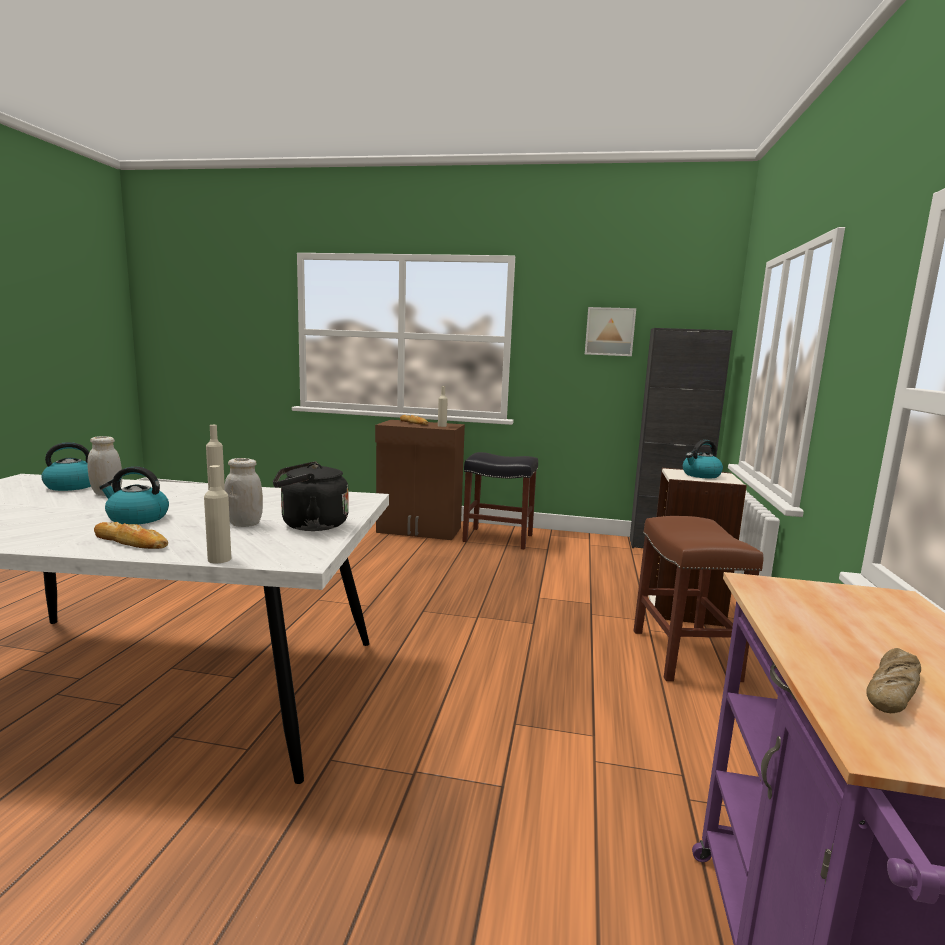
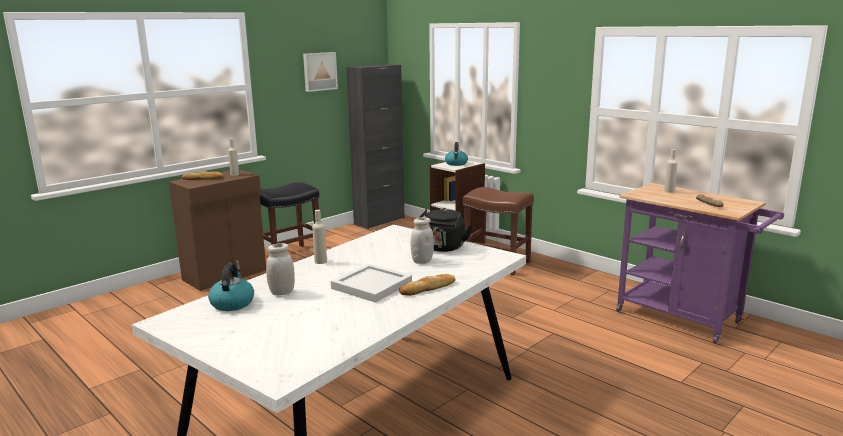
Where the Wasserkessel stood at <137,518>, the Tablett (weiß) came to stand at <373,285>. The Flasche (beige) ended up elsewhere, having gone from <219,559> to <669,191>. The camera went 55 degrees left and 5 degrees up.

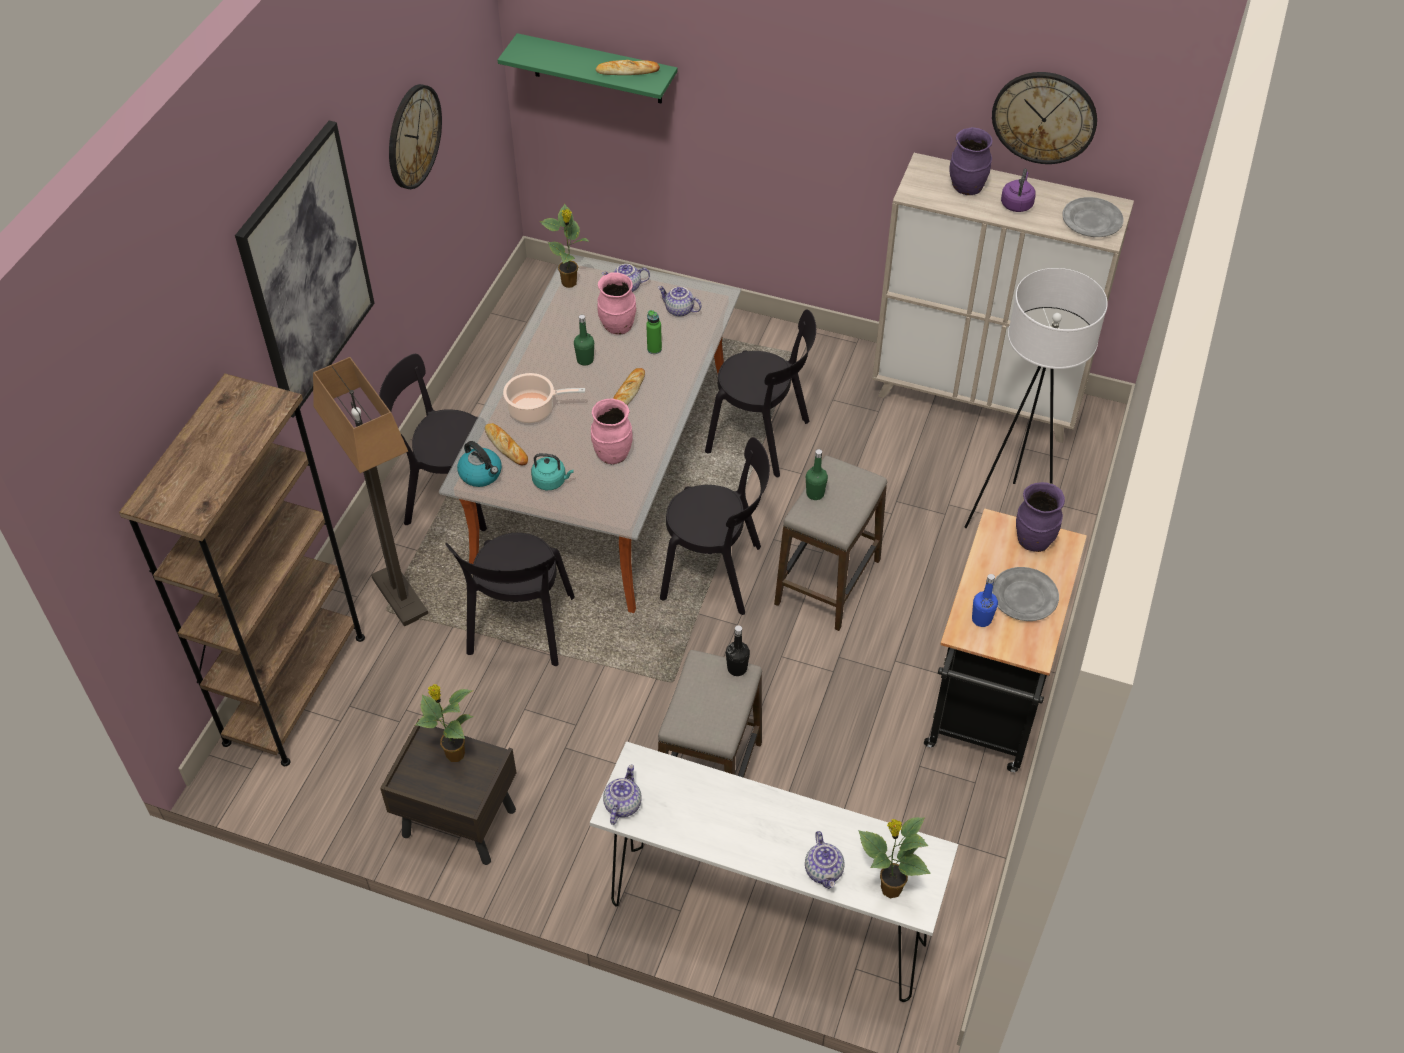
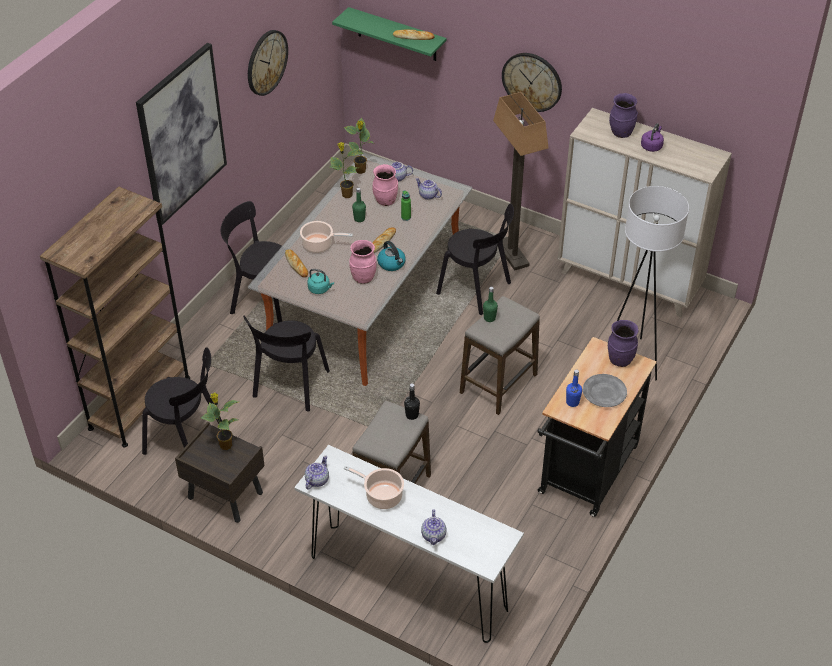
The Stuhl (schwarz) ended up elsewhere, having gone from <716,574> to <187,441>. The Topfpflanze ended up elsewhere, having gone from <889,888> to <346,195>. The second view gained the Kochtopf at <381,496>. The Wasserkessel ended up elsewhere, having gone from <481,474> to <392,264>. The Stehlampe ended up elsewhere, having gone from <399,596> to <511,254>. The Wanduhr ended up elsewhere, having gone from <1044,117> to <532,81>. The second view lost the Teller (grau) at <1092,220>. The camera went 10 degrees right and 5 degrees down.

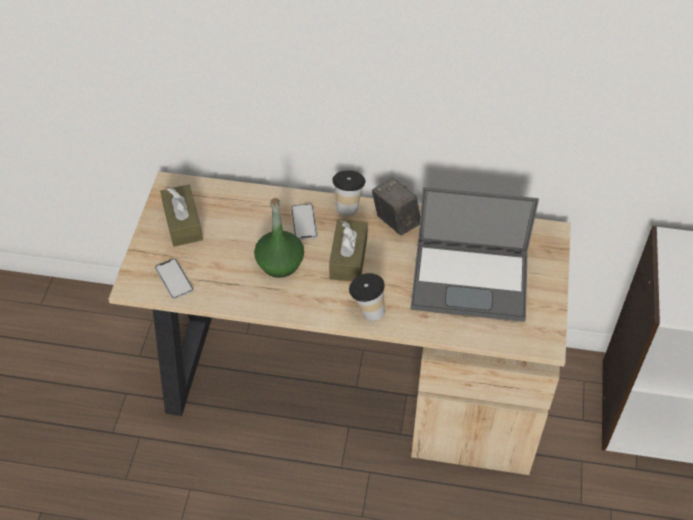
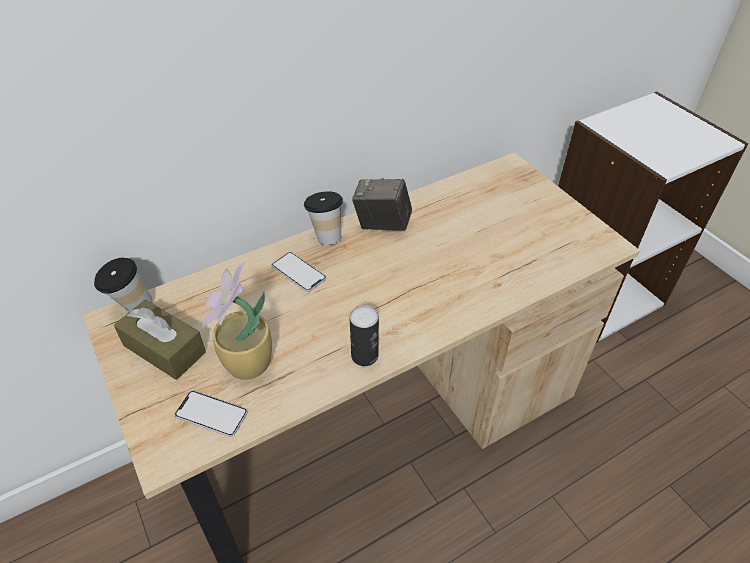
The Tasse ended up elsewhere, having gone from <367,311> to <131,307>. The second view gained the Topfpflanze at <247,365>. The second view gained the Dose at <364,355>. The second view lost the Flasche (grün) at <279,263>. The second view lost the Taschentuchbox (braun) at <348,258>. The second view lost the Laptop at <471,280>. The camera went 40 degrees left and 5 degrees down.

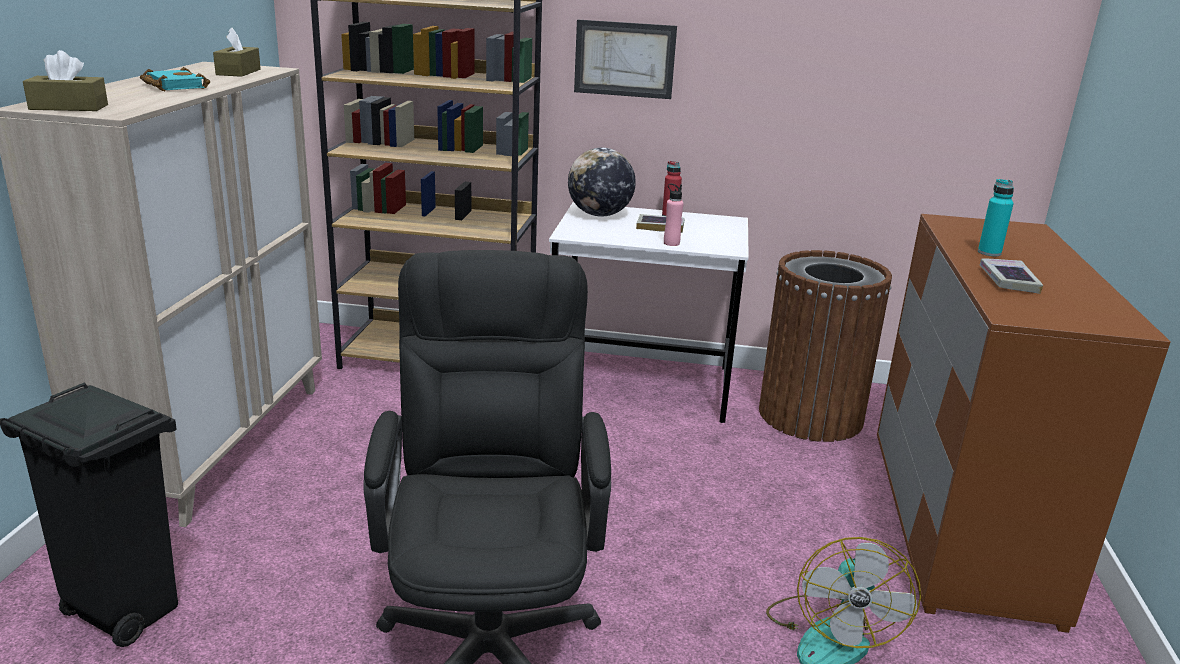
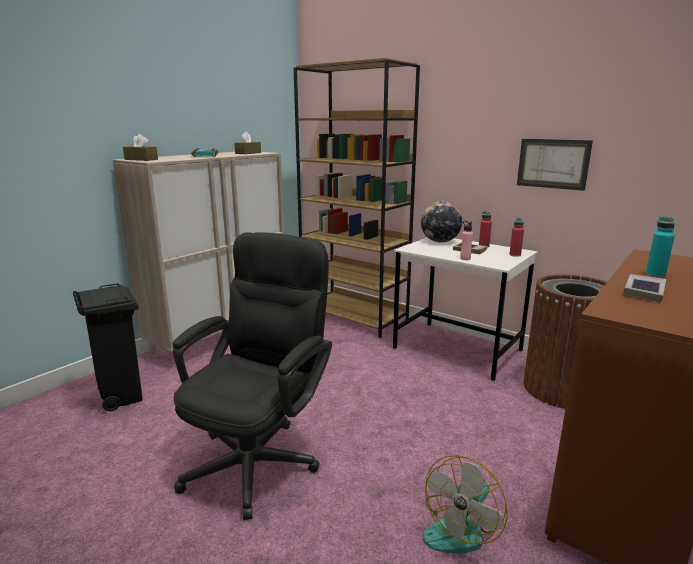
The second view gained the Flasche (rot) at <515,255>. The Bild ended up elsewhere, having gone from <624,59> to <553,163>. The camera went 30 degrees right and 5 degrees down.

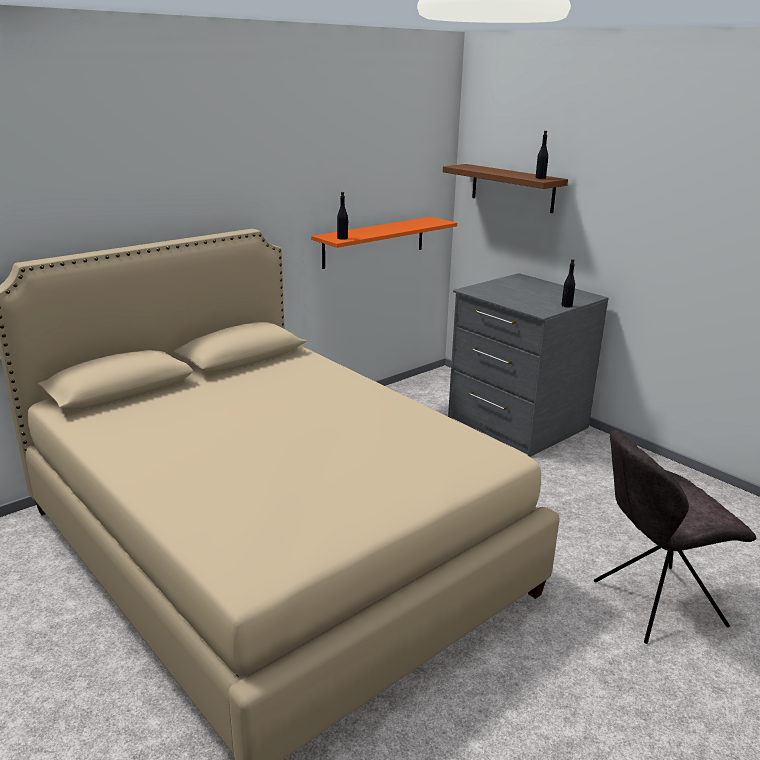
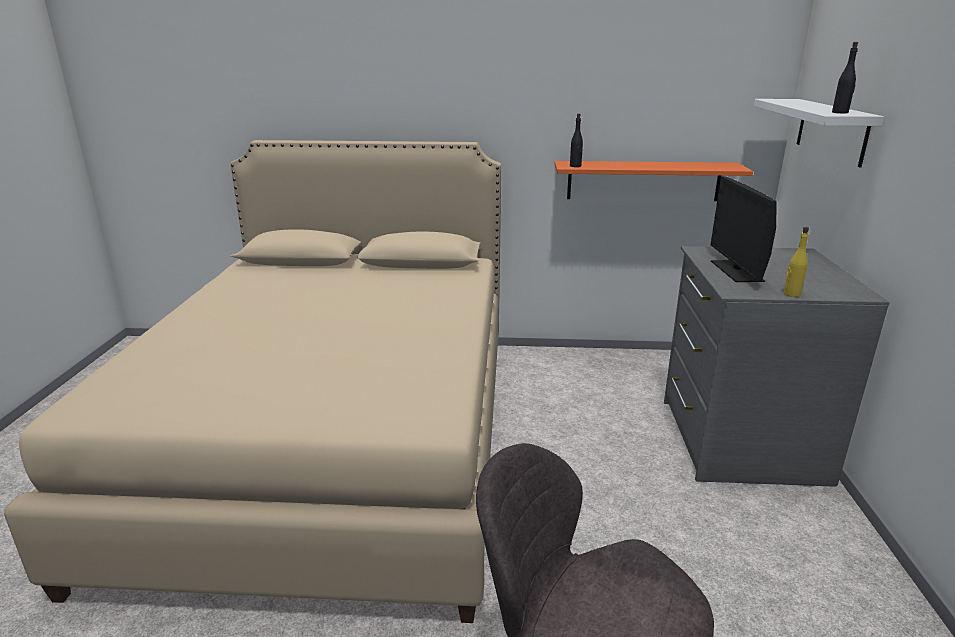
The second view gained the Monitor at <736,271>. What was the Wandregal (braun) at <512,188> turned into the Wandregal (weiß) at <831,130>. What was the Flasche (schwarz) at <566,306> turned into the Flasche (gelb) at <791,294>. The camera went 45 degrees right and 0 degrees up.

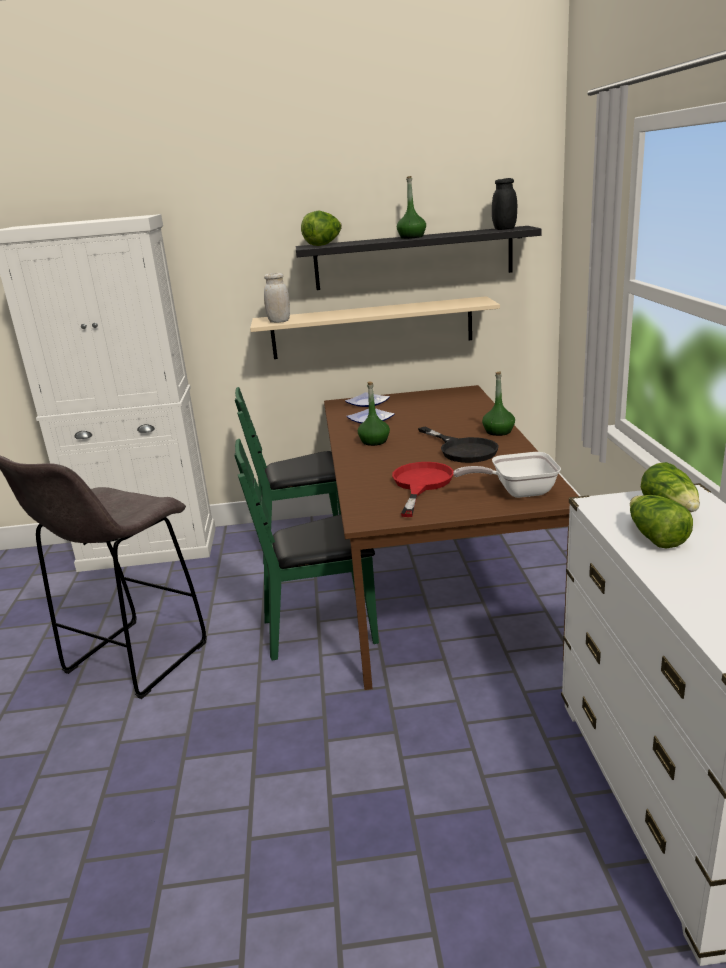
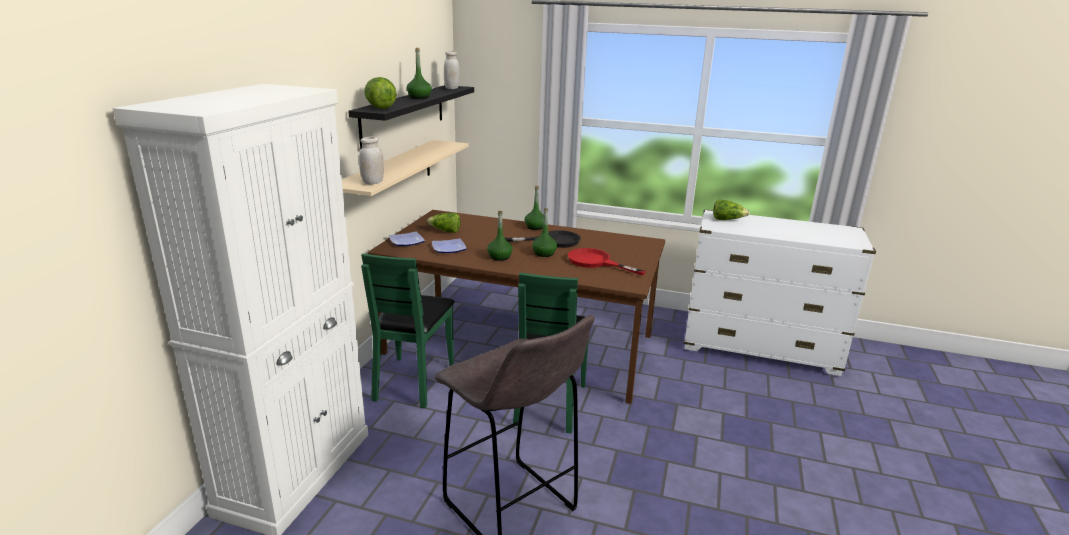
The Salatkopf ended up elsewhere, having gone from <655,537> to <445,231>. What was the Vorratsglas (schwarz) at <504,229> turned into the Vorratsglas (weiß) at <452,88>. The second view gained the Flasche (grün) at <544,253>. The second view lost the Pfanne at <517,492>. The camera went 70 degrees left and 0 degrees up.

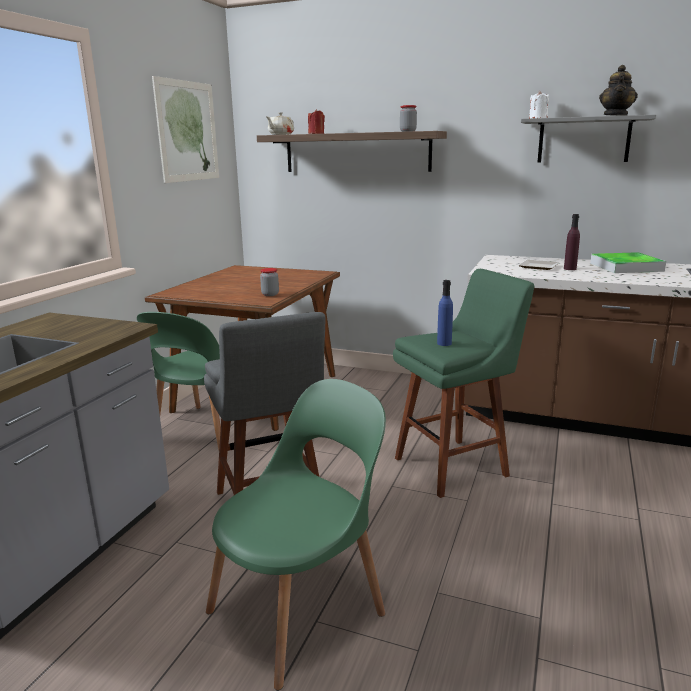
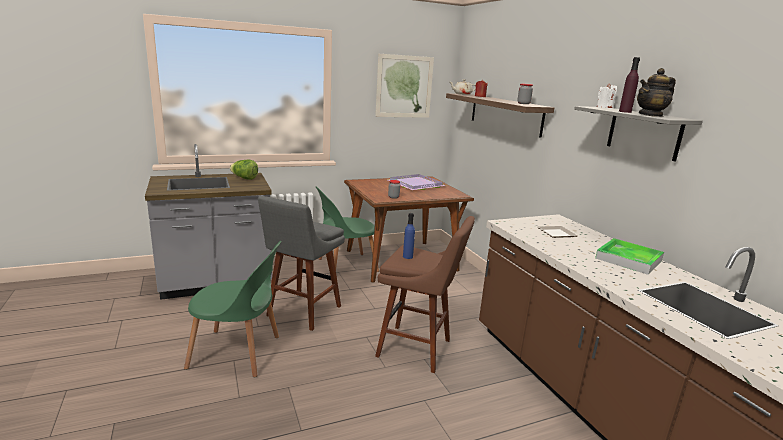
The second view gained the Salatkopf at <244,178>. What was the Hocker (grün) at <455,465> turned into the Hocker (braun) at <418,349>. The second view gained the Tablett (lila) at <417,184>. The Flasche (lila) ended up elsewhere, having gone from <570,269> to <625,112>. The camera went 45 degrees right and 0 degrees up.

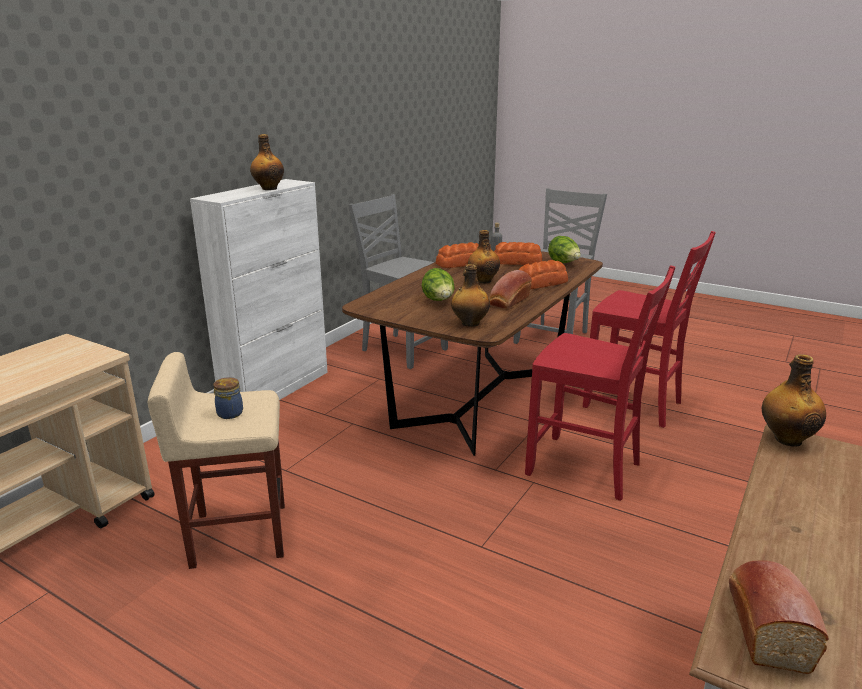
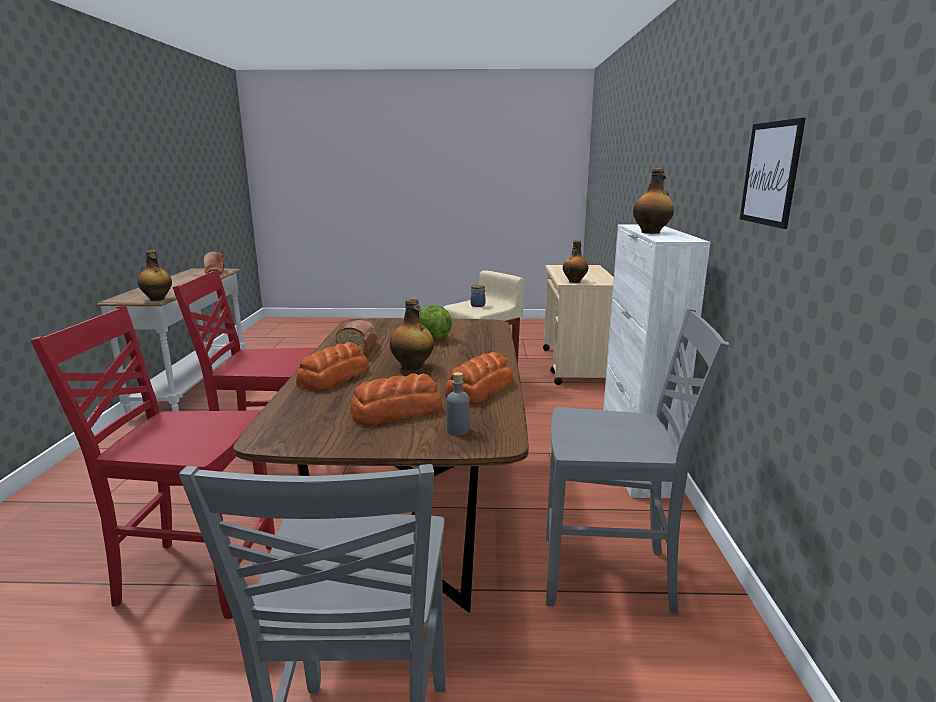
The Flasche ended up elsewhere, having gone from <469,323> to <575,281>. The second view gained the Bild at <770,173>. The second view lost the Salatkopf at <564,263>. The camera went 150 degrees right and 5 degrees down.

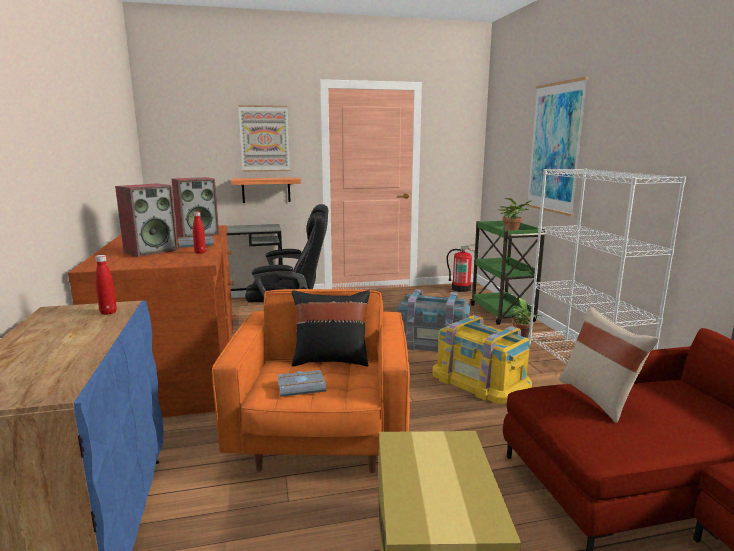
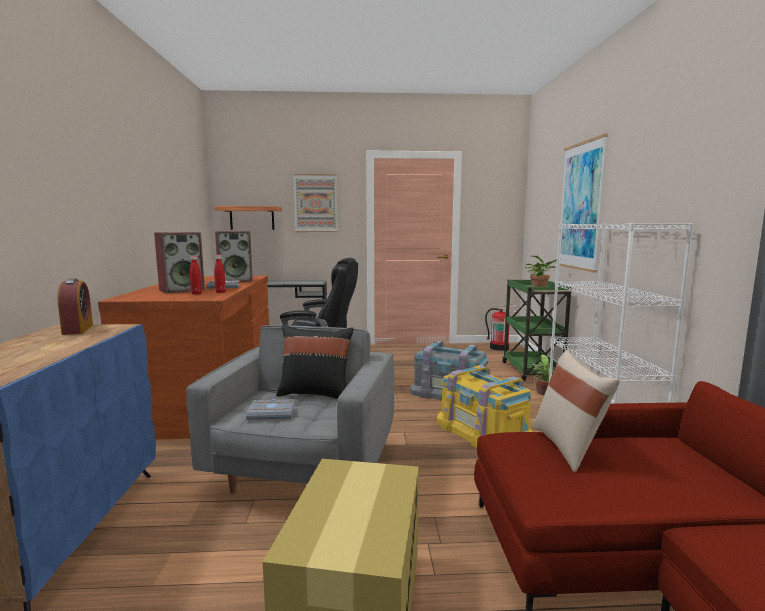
The second view gained the Wecker at <78,329>. What was the Sessel (orange) at <322,437> turned into the Sessel (grau) at <304,469>. The Flasche (rot) ended up elsewhere, having gone from <108,312> to <196,293>. The Wandregal ended up elsewhere, having gone from <266,190> to <252,218>. The camera went 10 degrees right and 5 degrees down.

